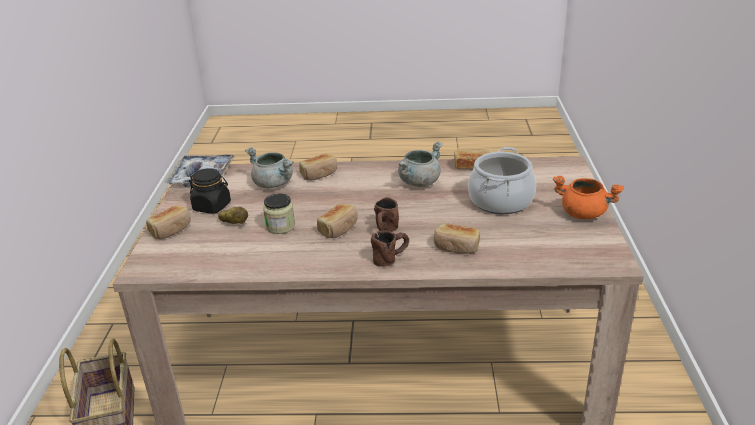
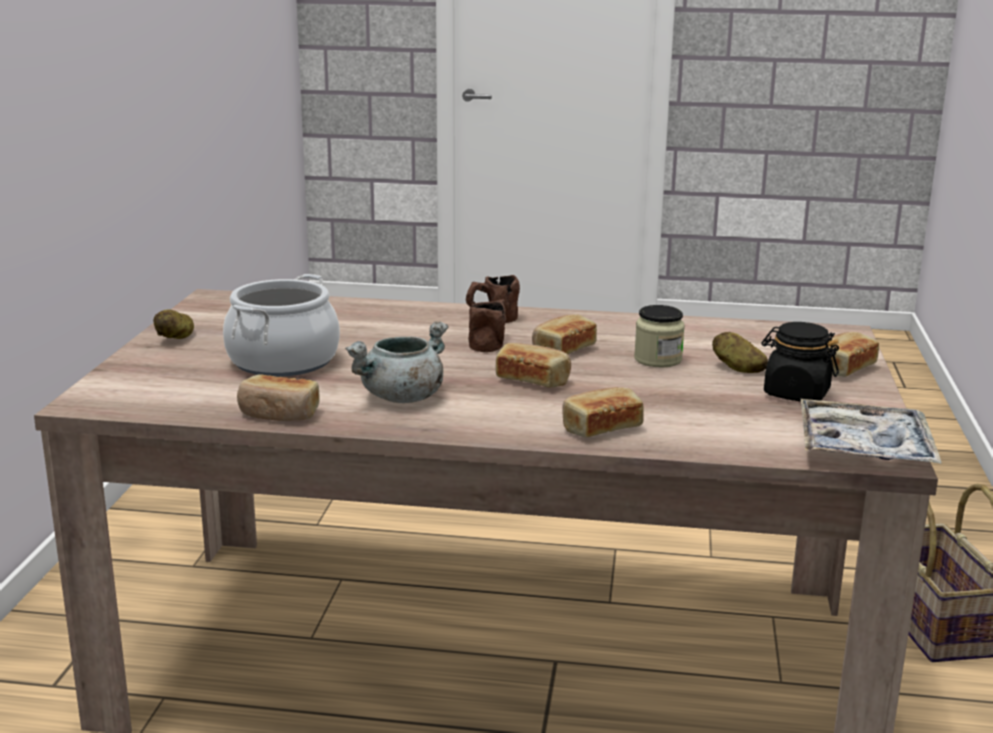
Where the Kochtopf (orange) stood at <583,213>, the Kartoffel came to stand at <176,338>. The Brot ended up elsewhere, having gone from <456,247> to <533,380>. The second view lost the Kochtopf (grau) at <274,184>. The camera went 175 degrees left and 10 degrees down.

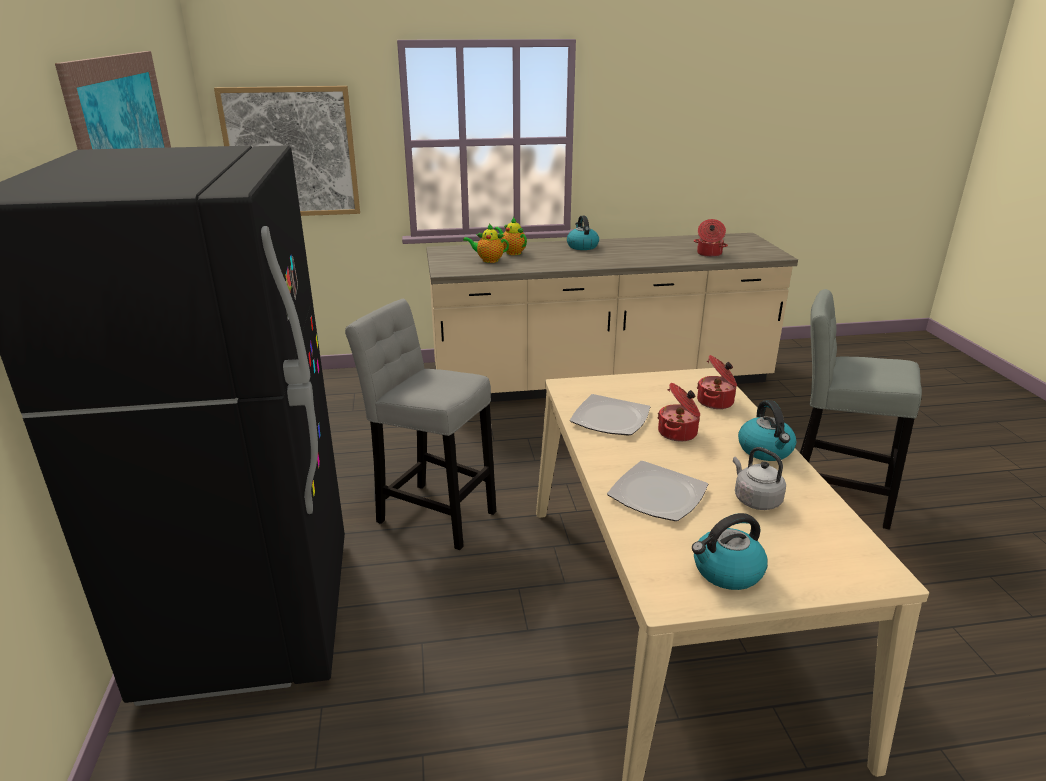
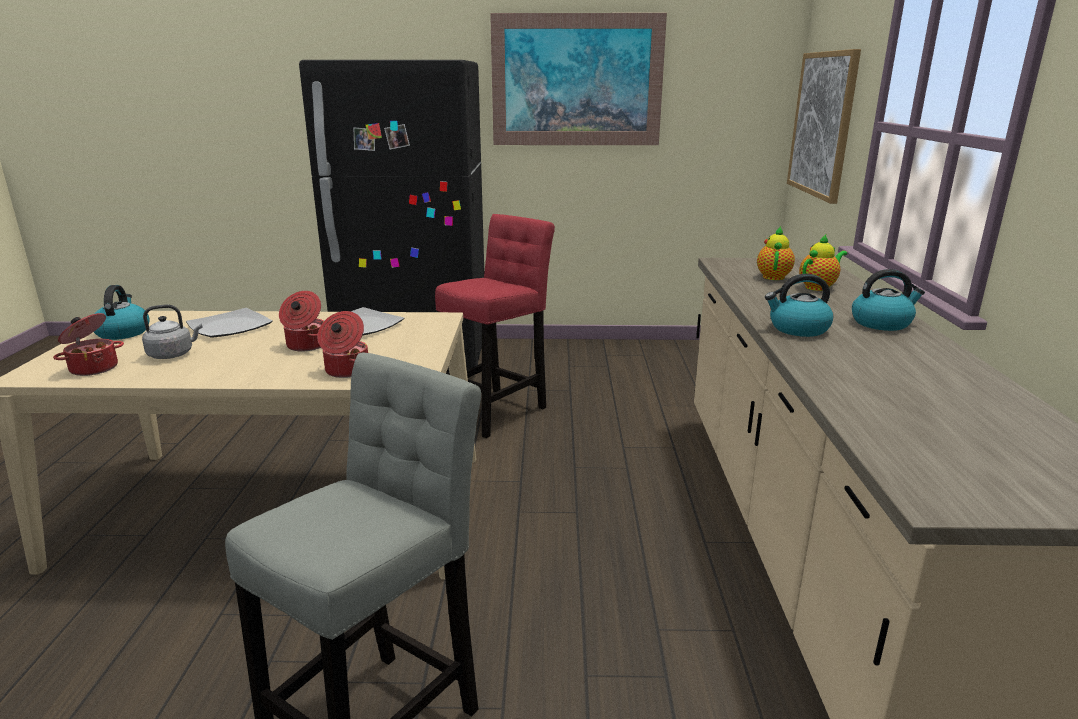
The Kochtopf ended up elsewhere, having gone from <709,254> to <94,368>. What was the Hocker (grau) at <432,513> turned into the Hocker (rot) at <497,411>. The Wasserkessel ended up elsewhere, having gone from <765,450> to <798,329>. The camera went 100 degrees right and 5 degrees down.

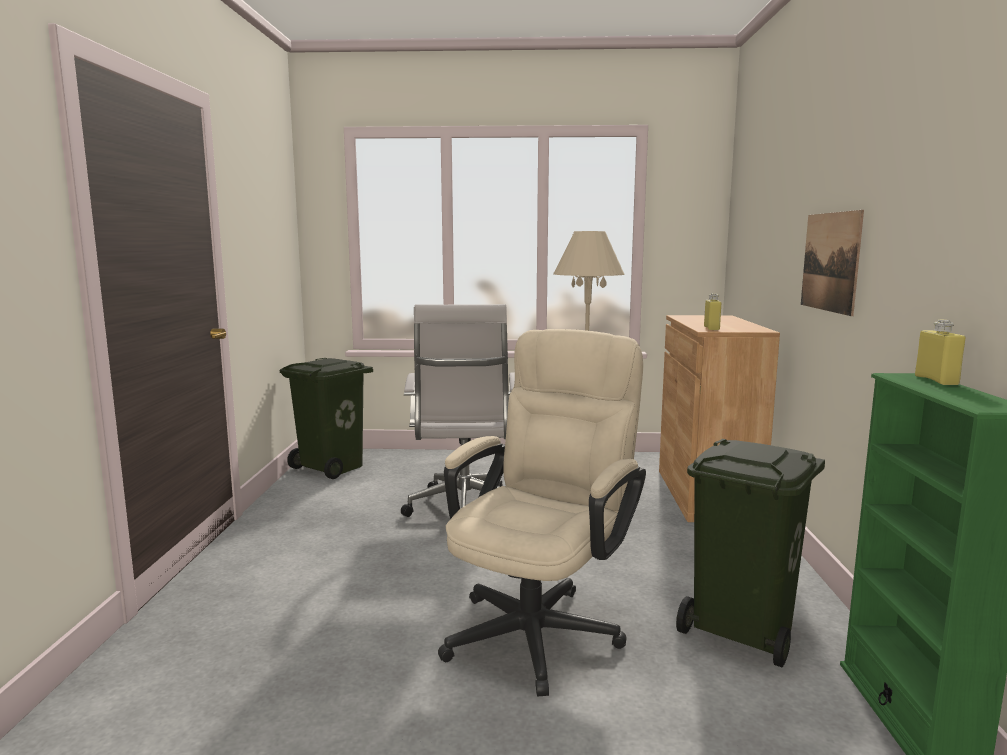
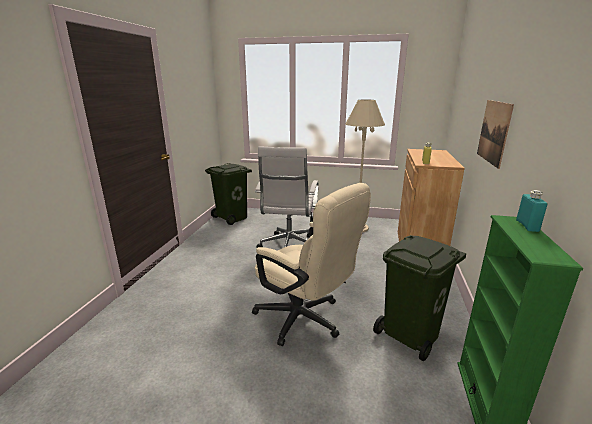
The Bürostuhl (beige) at <541,626> ended up facing another way, 90 degrees clockwise from before. What was the Flasche (gelb) at <936,380> turned into the Flasche (türkis) at <527,226>. The camera went 10 degrees right and 10 degrees up.

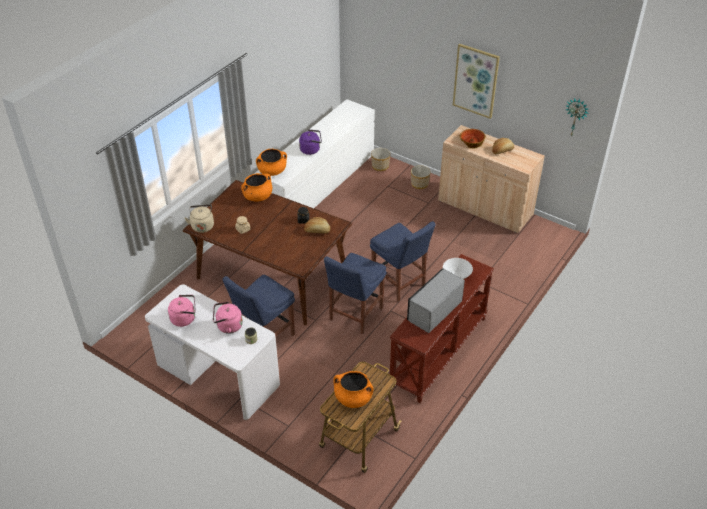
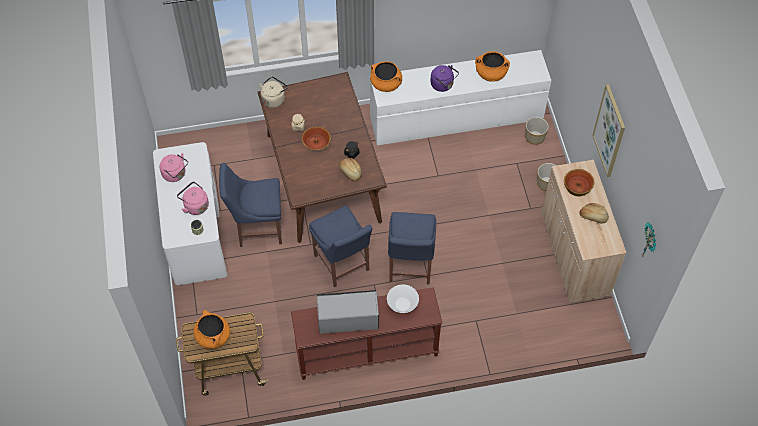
The second view gained the Schüssel at <316,143>. The Stuhl (blau) at <354,315> ended up facing another way, 105 degrees counterclockwise from before. The Kochtopf (orange) ended up elsewhere, having gone from <257,197> to <491,74>. The camera went 45 degrees right and 15 degrees up.

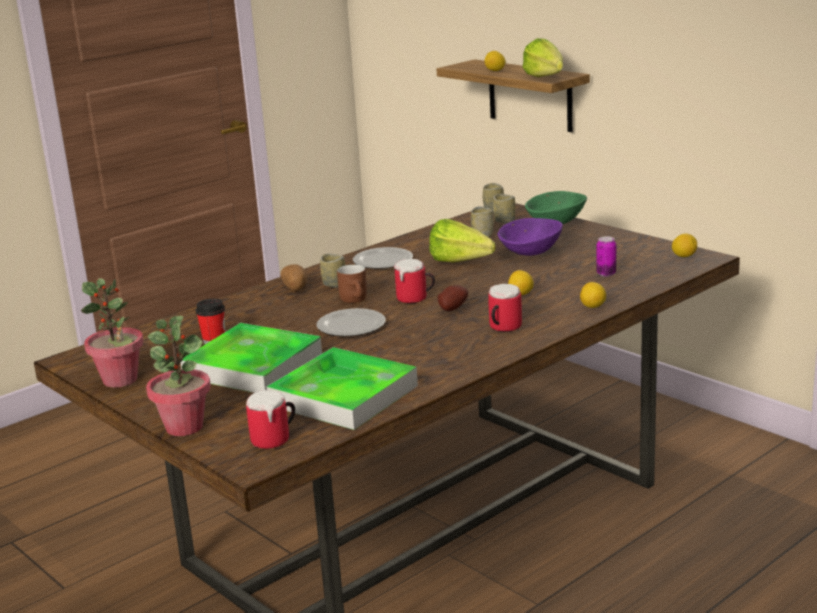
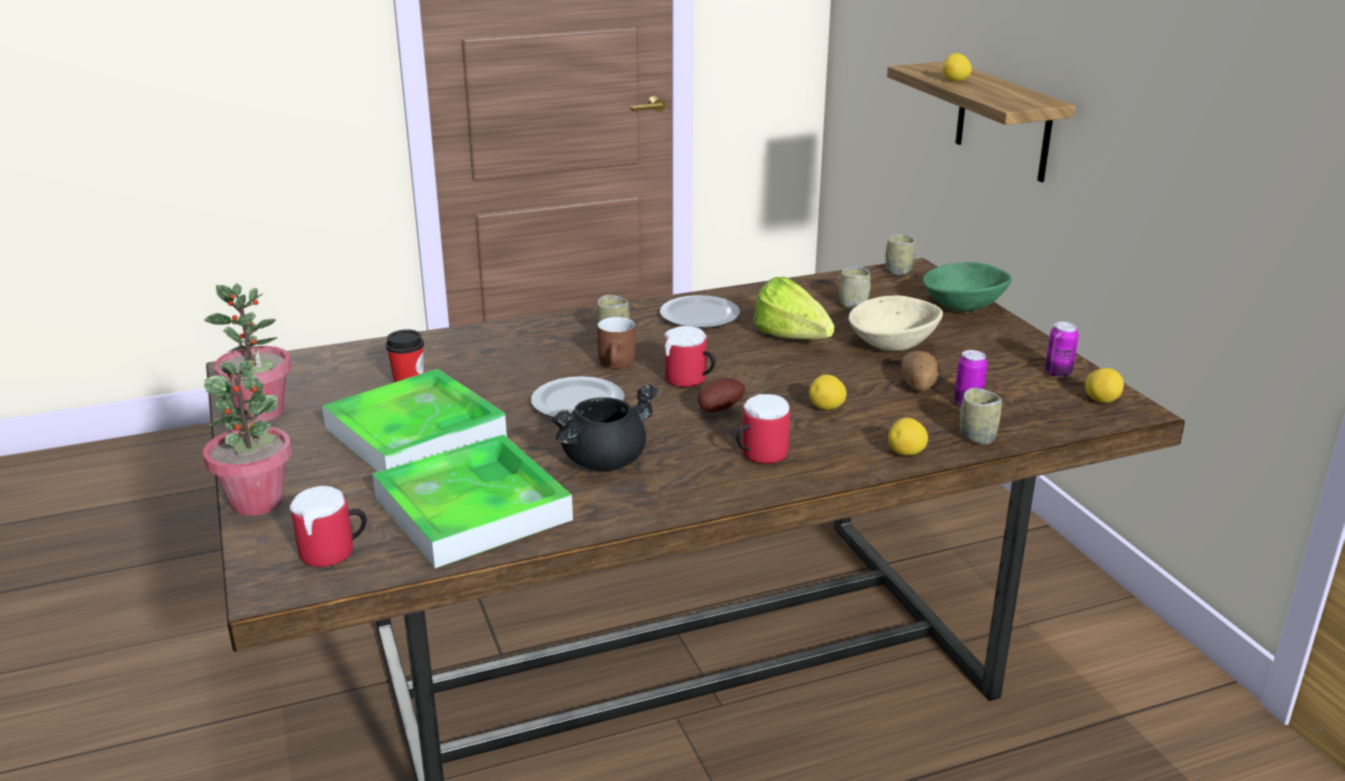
The second view gained the Kochtopf (schwarz) at <604,460>. What was the Schüssel (lila) at <531,253> turned into the Schüssel (beige) at <893,346>. The Kartoffel ended up elsewhere, having gone from <295,288> to <918,386>. The Tasse ended up elsewhere, having gone from <504,221> to <977,437>. The second view gained the Dose at <1058,372>. The second view lost the Salatkopf at <546,79>. The camera went 20 degrees right and 5 degrees up.

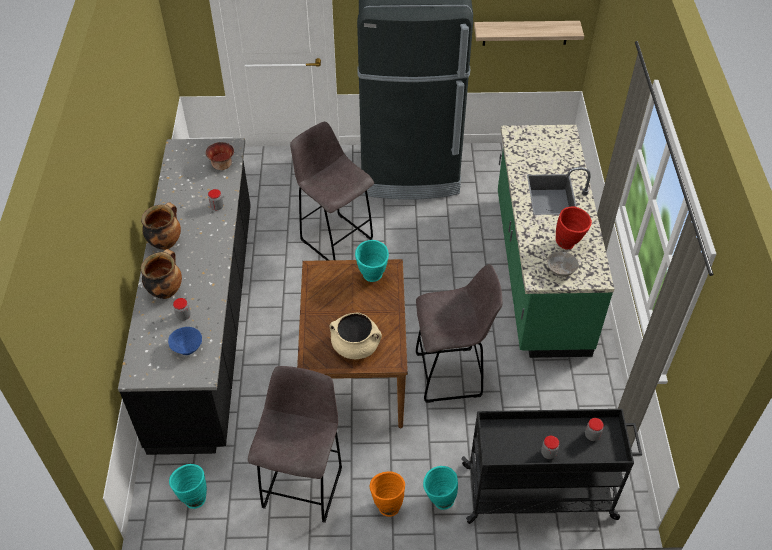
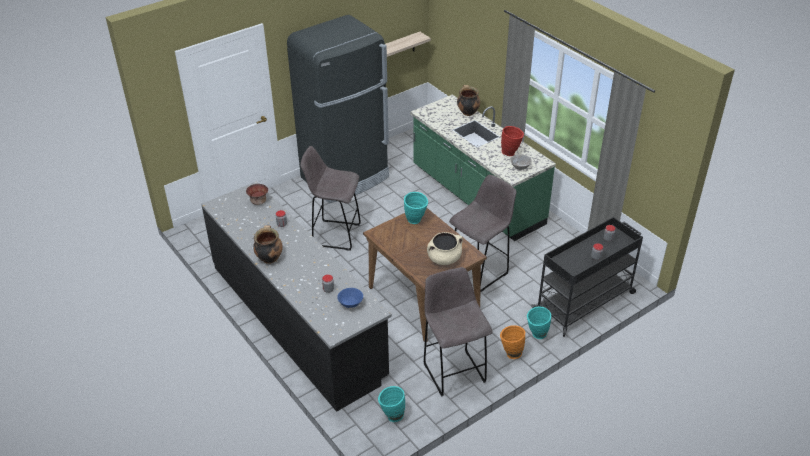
The Kochtopf ended up elsewhere, having gone from <166,290> to <467,112>. The camera went 35 degrees left and 10 degrees down.

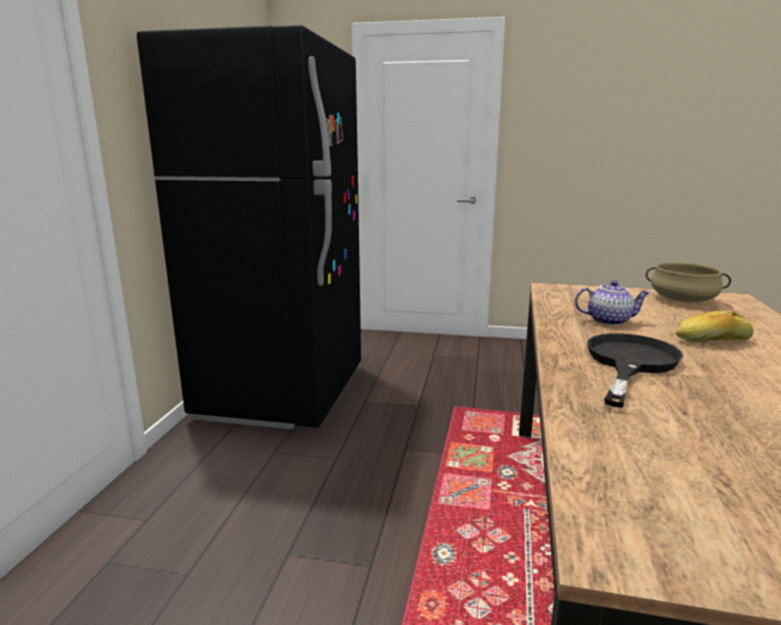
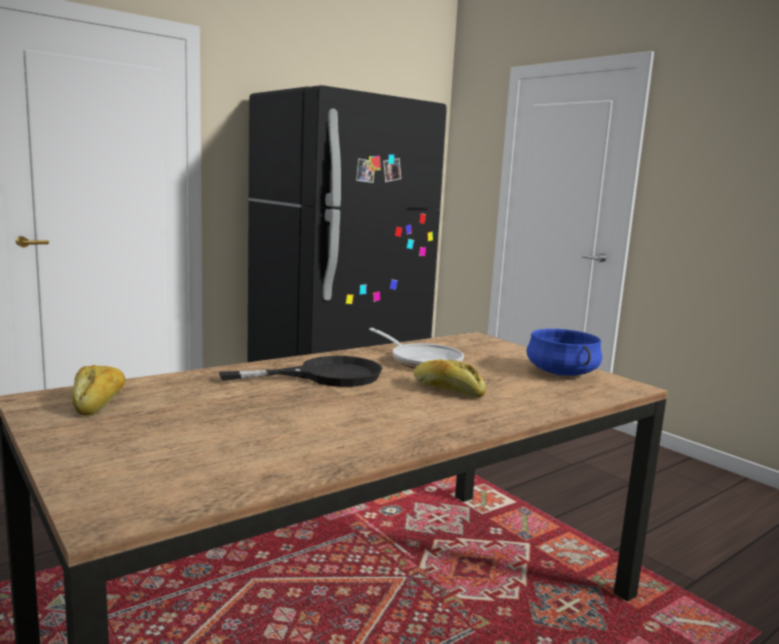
The second view gained the Brot at <99,402>. Where the Teekanne stood at <609,321>, the Pfanne came to stand at <422,361>. What was the Kochtopf (beige) at <682,300> turned into the Kochtopf (blau) at <561,372>. The camera went 40 degrees right and 5 degrees down.

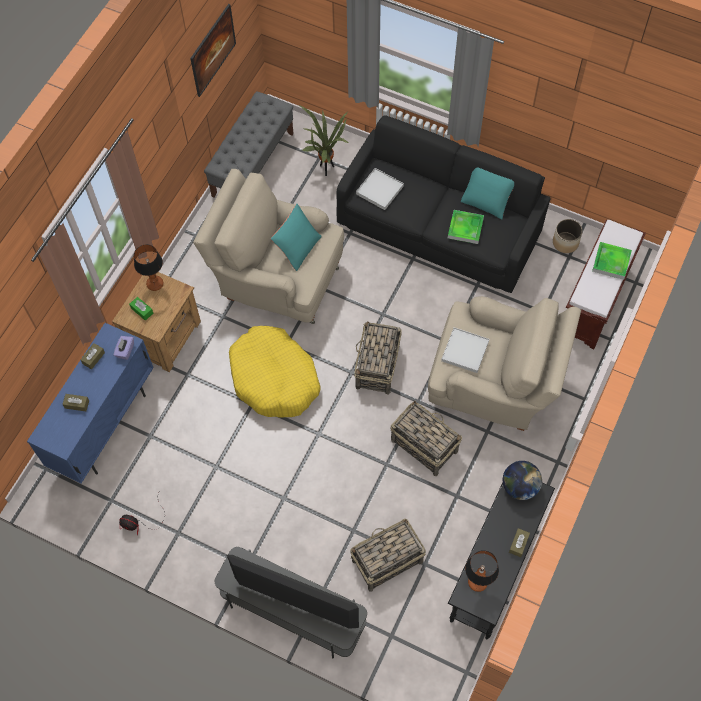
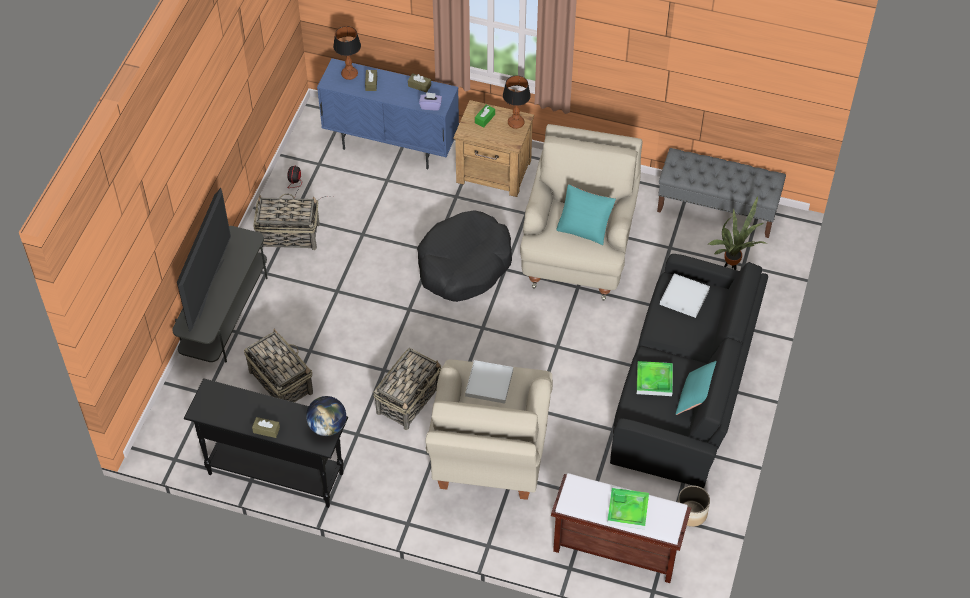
The Korb ended up elsewhere, having gone from <377,367> to <288,235>. The Tischlampe ended up elsewhere, having gone from <478,582> to <349,74>. What was the Hundebett (gelb) at <274,378> turned into the Hundebett (schwarz) at <464,265>. The second view lost the Bild at <214,59>. The camera went 80 degrees right and 10 degrees down.

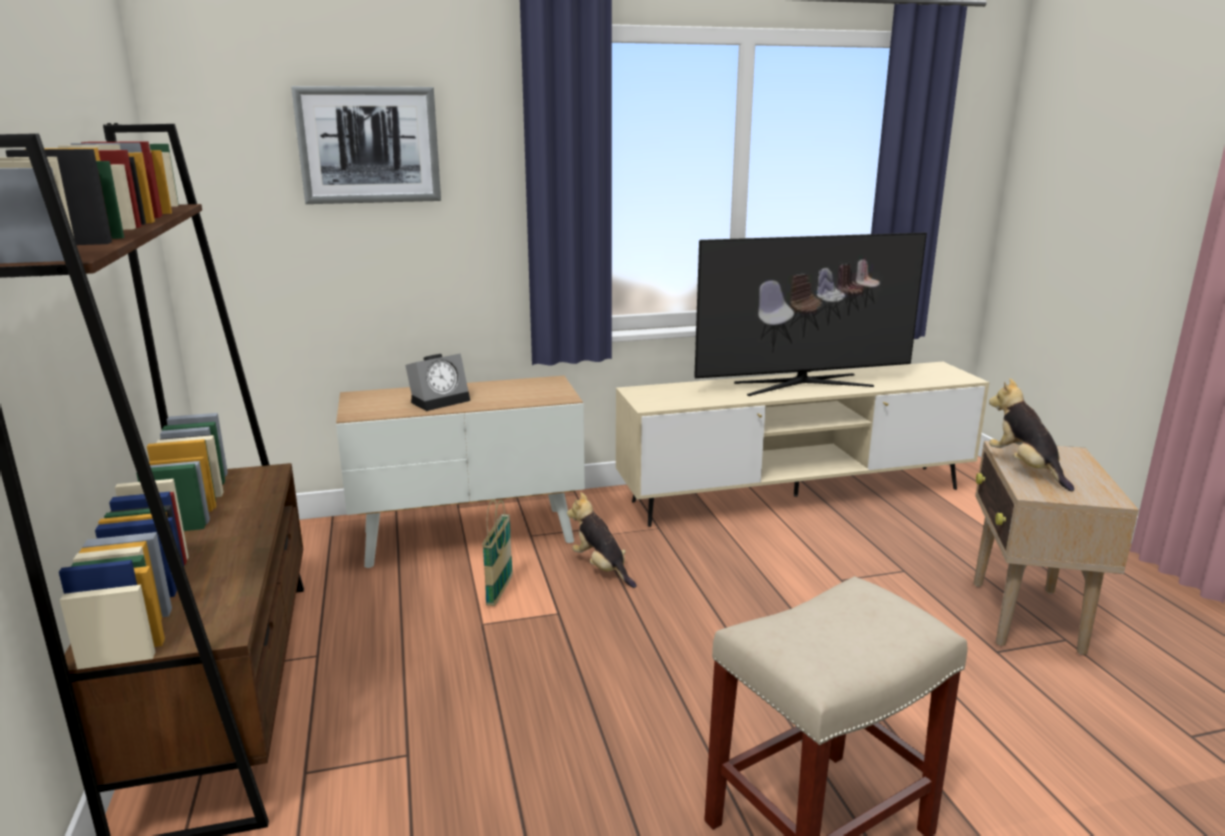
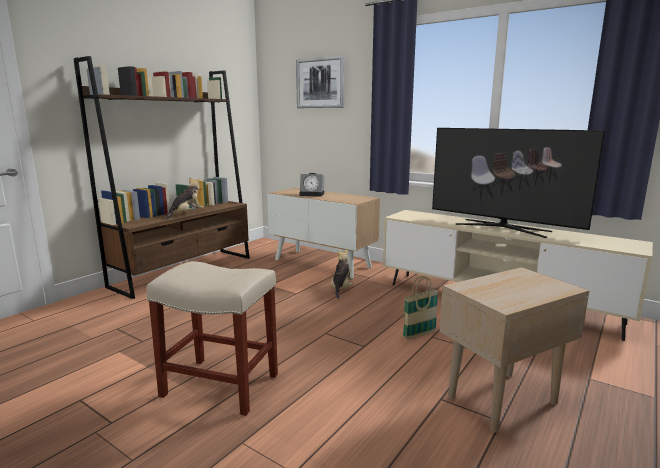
The Plüschtier ended up elsewhere, having gone from <1025,468> to <186,214>. The Korb ended up elsewhere, having gone from <499,591> to <419,335>. The camera went 50 degrees right and 5 degrees down.

